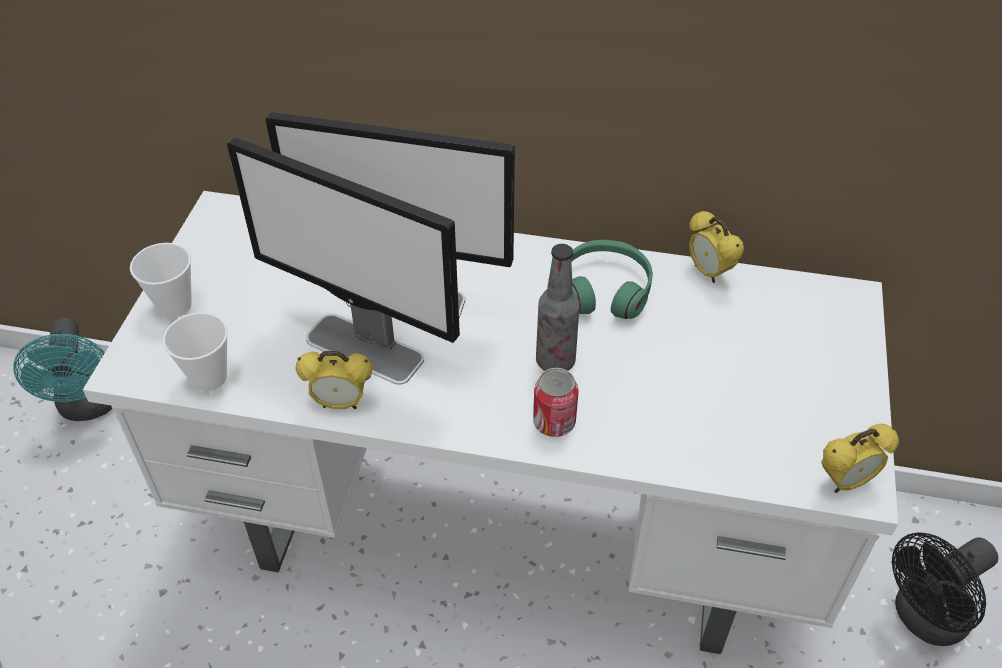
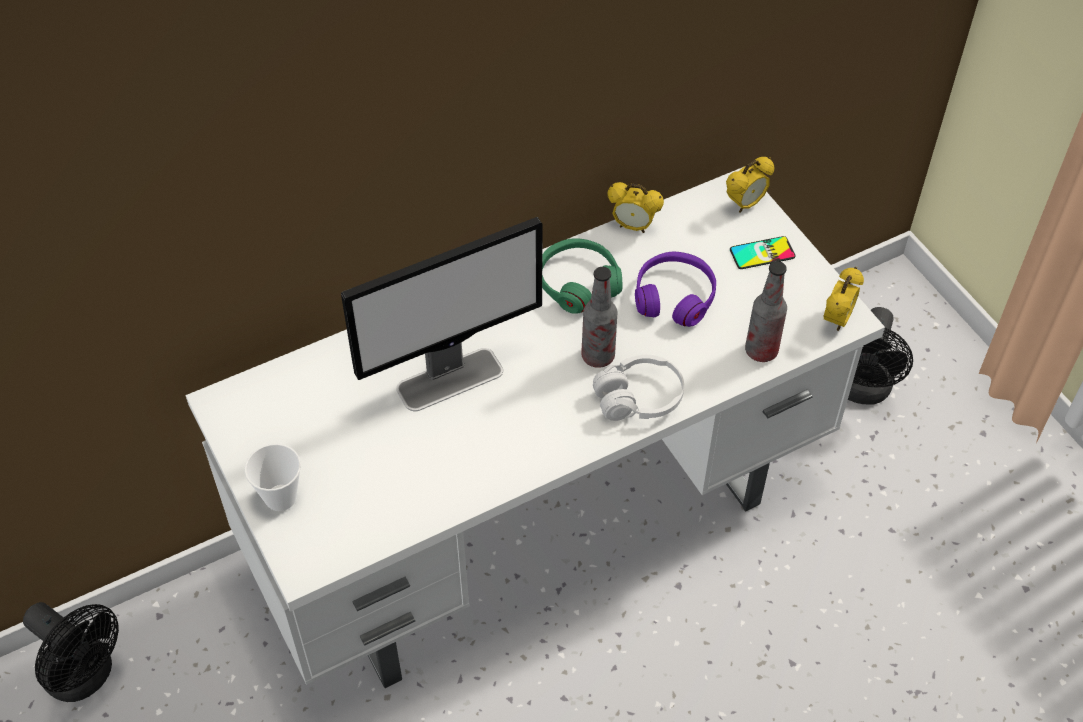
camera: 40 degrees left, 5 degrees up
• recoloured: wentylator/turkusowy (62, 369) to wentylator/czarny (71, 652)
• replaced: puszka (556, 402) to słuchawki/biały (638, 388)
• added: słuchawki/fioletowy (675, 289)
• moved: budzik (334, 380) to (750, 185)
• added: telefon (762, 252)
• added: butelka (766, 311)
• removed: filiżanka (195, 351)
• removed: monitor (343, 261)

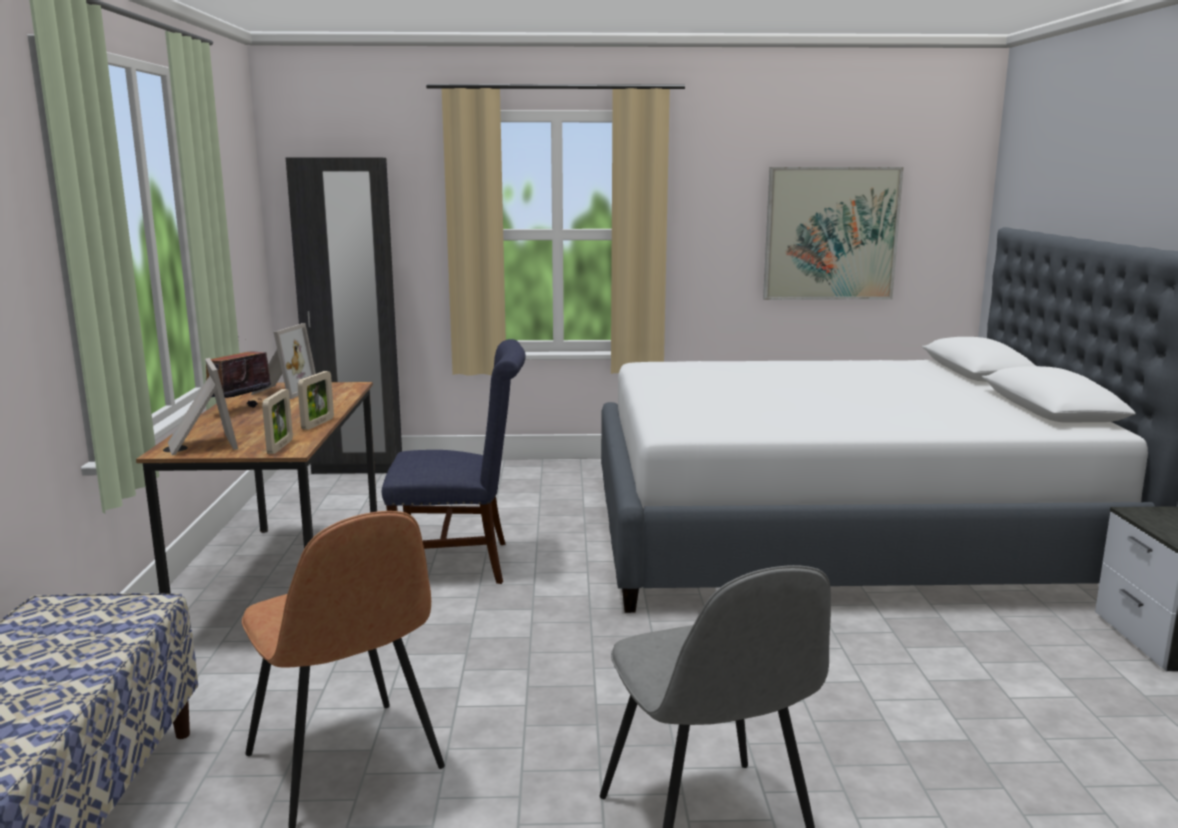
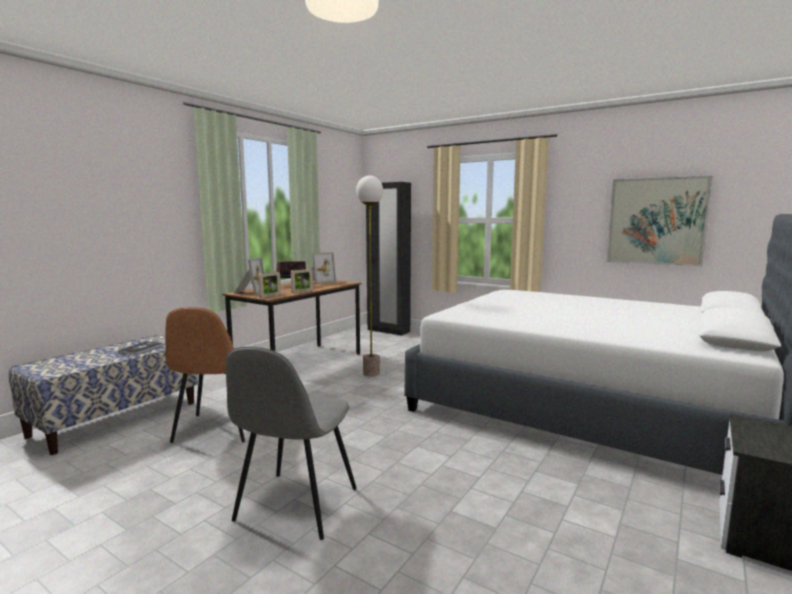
camera: 35 degrees right, 5 degrees down
• added: książka (141, 348)
• replaced: krzesło/niebieski (454, 461) to lampa stojąca (369, 275)

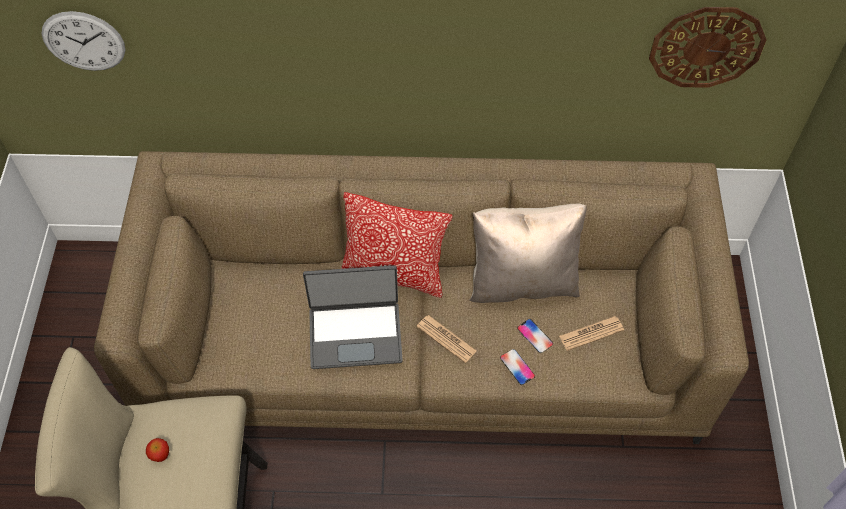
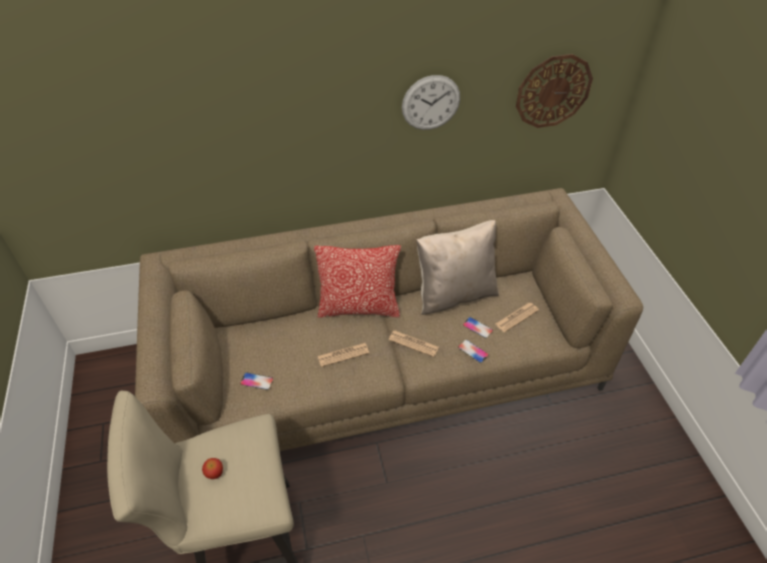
camera: 15 degrees left, 10 degrees down
• added: telefon (256, 381)
• replaced: laptop (353, 317) to gazeta (343, 355)
• moved: zegar ścienny (83, 41) to (431, 102)

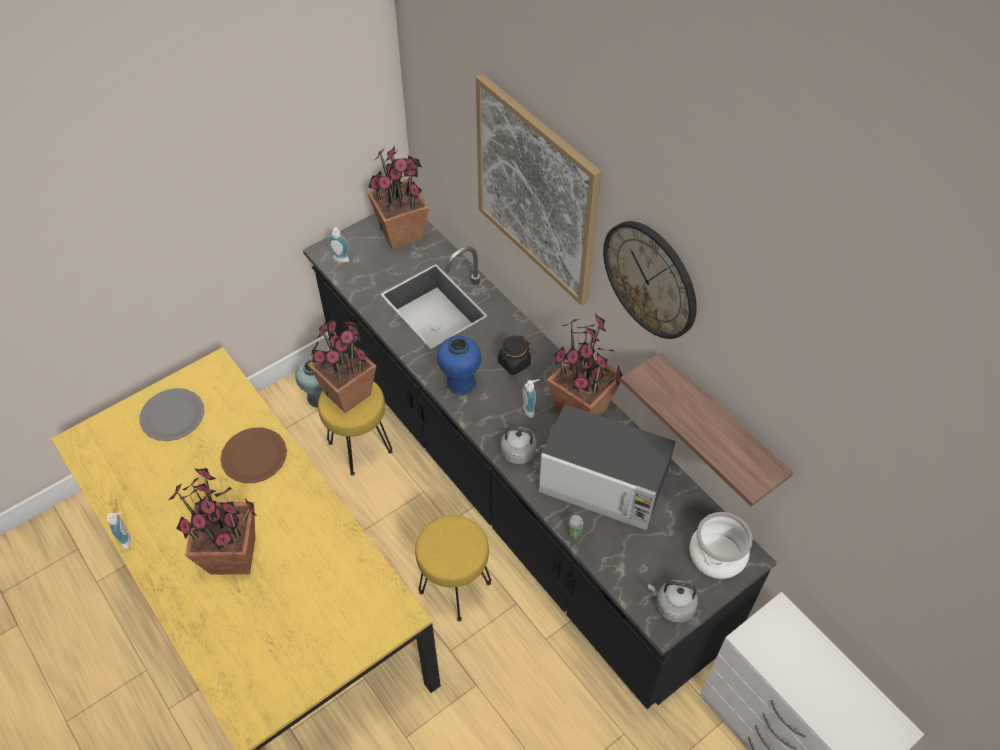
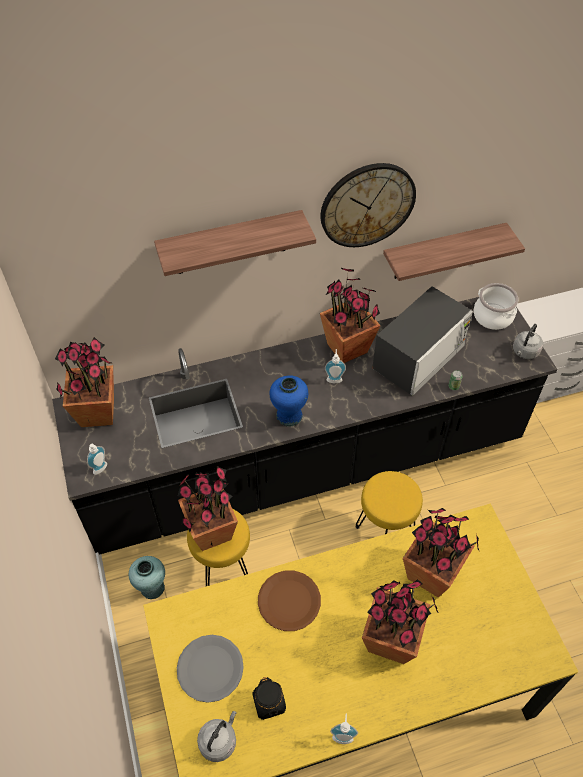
camera: 70 degrees left, 0 degrees up
• replaced: obraz (539, 190) to półka (235, 243)
• moved: czajnik/szary (523, 445) to (217, 736)
• moved: słoik/czarny (514, 355) to (269, 698)
• added: roślina doniczkowa (441, 552)

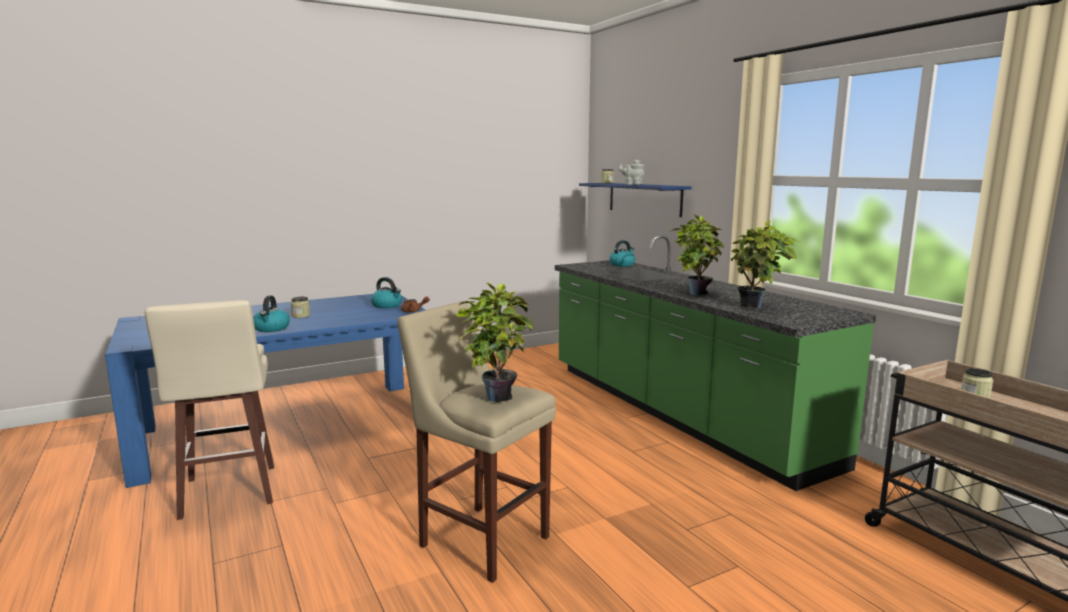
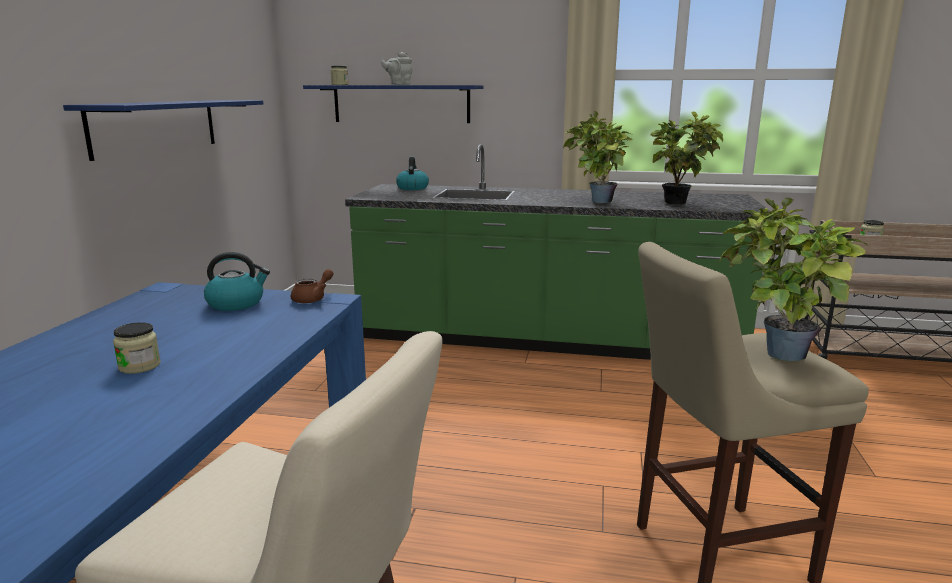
camera: 50 degrees left, 5 degrees up
• added: półka/niebieski (163, 130)
• removed: czajnik (271, 314)

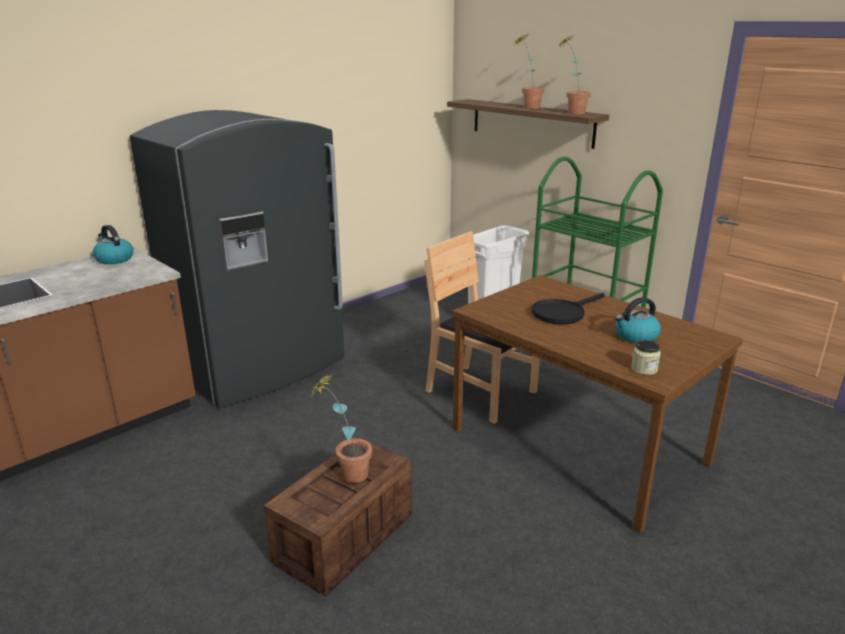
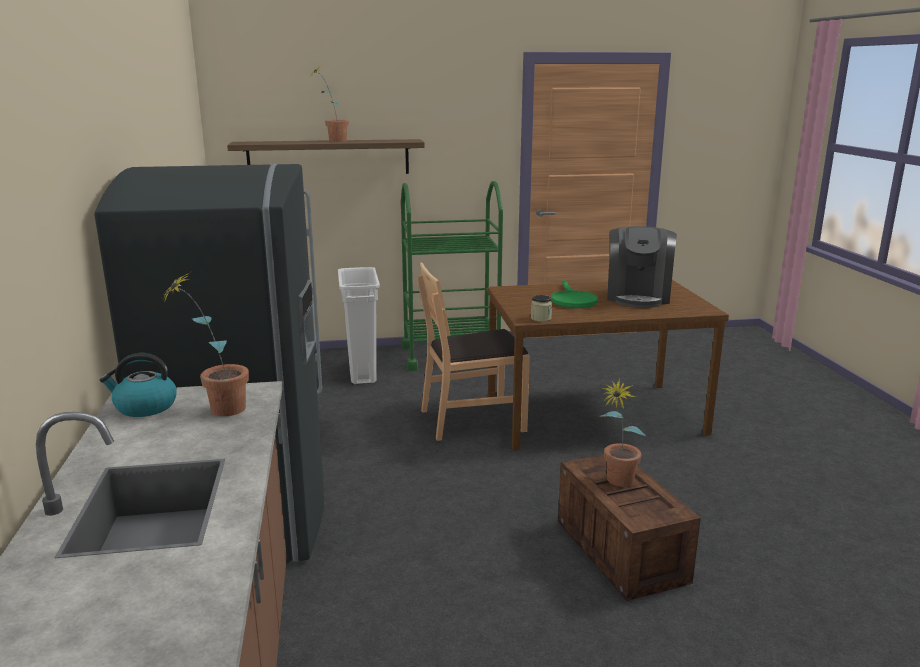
camera: 55 degrees left, 5 degrees down
• moved: roślina doniczkowa (575, 75) to (204, 343)
• moved: słoik (646, 357) to (541, 308)
• recoloured: patelnia/czarny (568, 308) to patelnia/zielony (574, 294)
• replaced: czajnik (638, 320) to ekspres do kawy (642, 267)

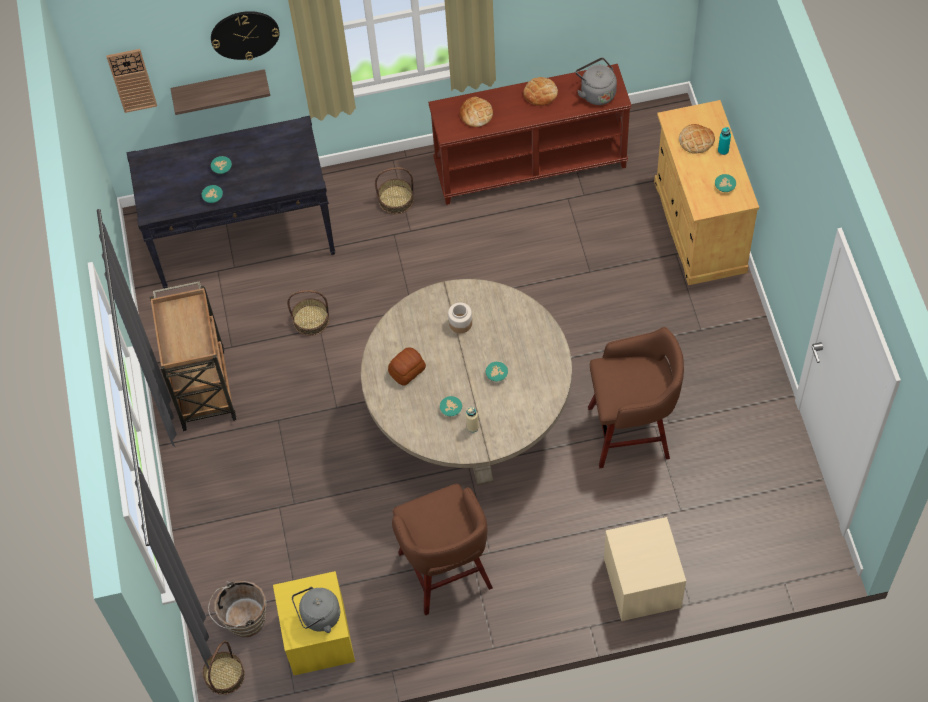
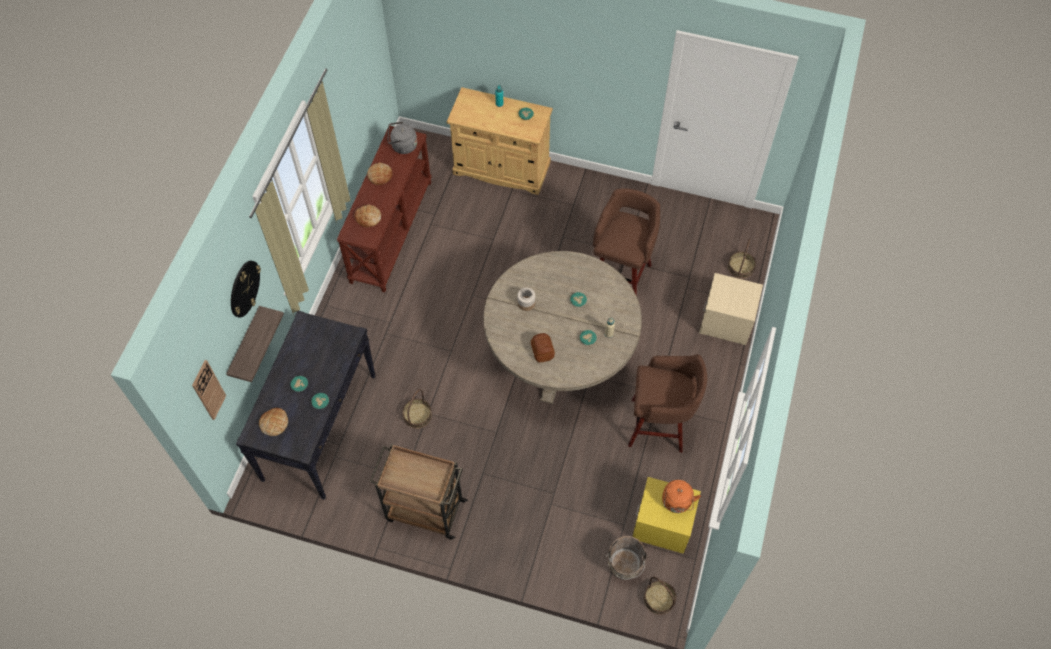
camera: 65 degrees left, 0 degrees up
• moved: chleb (697, 139) to (273, 422)
• recoloured: czajnik/szary (316, 610) to czajnik/pomarańczowy (681, 496)
• moved: koszyk (394, 190) to (742, 259)

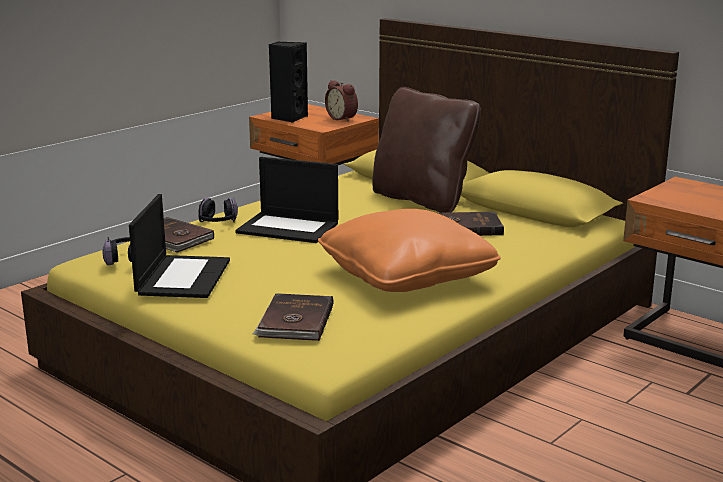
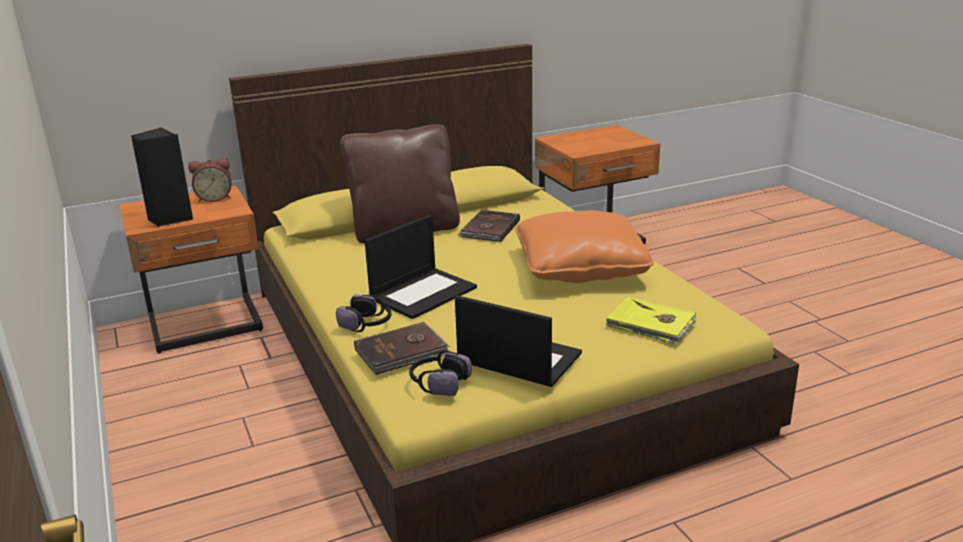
camera: 65 degrees left, 5 degrees up
• recoloured: książka/brązowy (293, 317) to książka/żółty (651, 320)

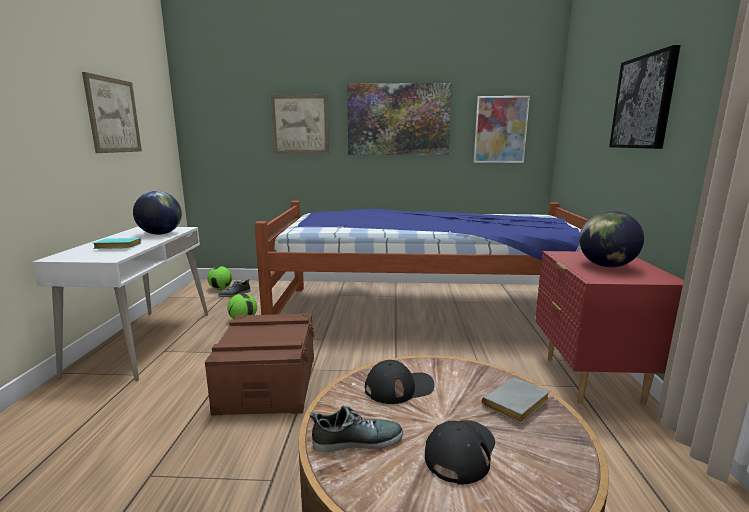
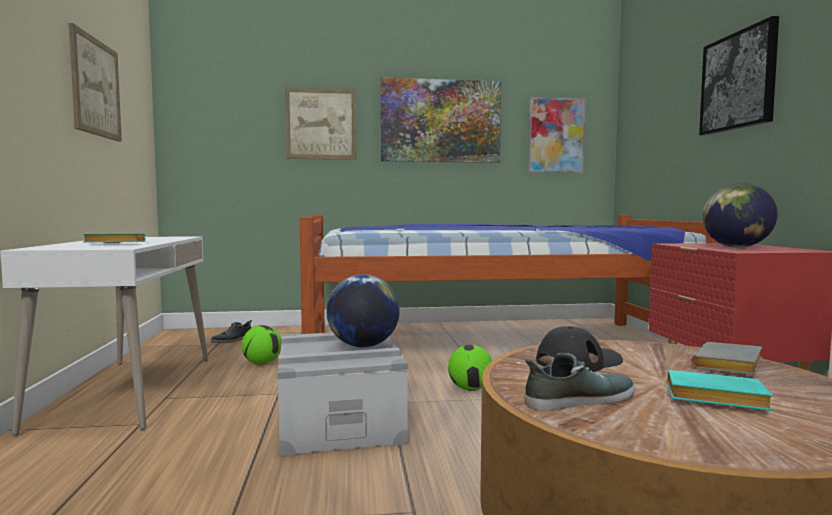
camera: 10 degrees left, 10 degrees down
• recoloured: pojemnik do przechowywania/brązowy (259, 364) to pojemnik do przechowywania/szary (343, 394)
• moved: globus (157, 213) to (363, 310)
• moved: piłka futbolowa (219, 278) to (470, 368)
• replaced: czapka z daszkiem/czarny (460, 452) to książka/turkusowy (720, 390)

